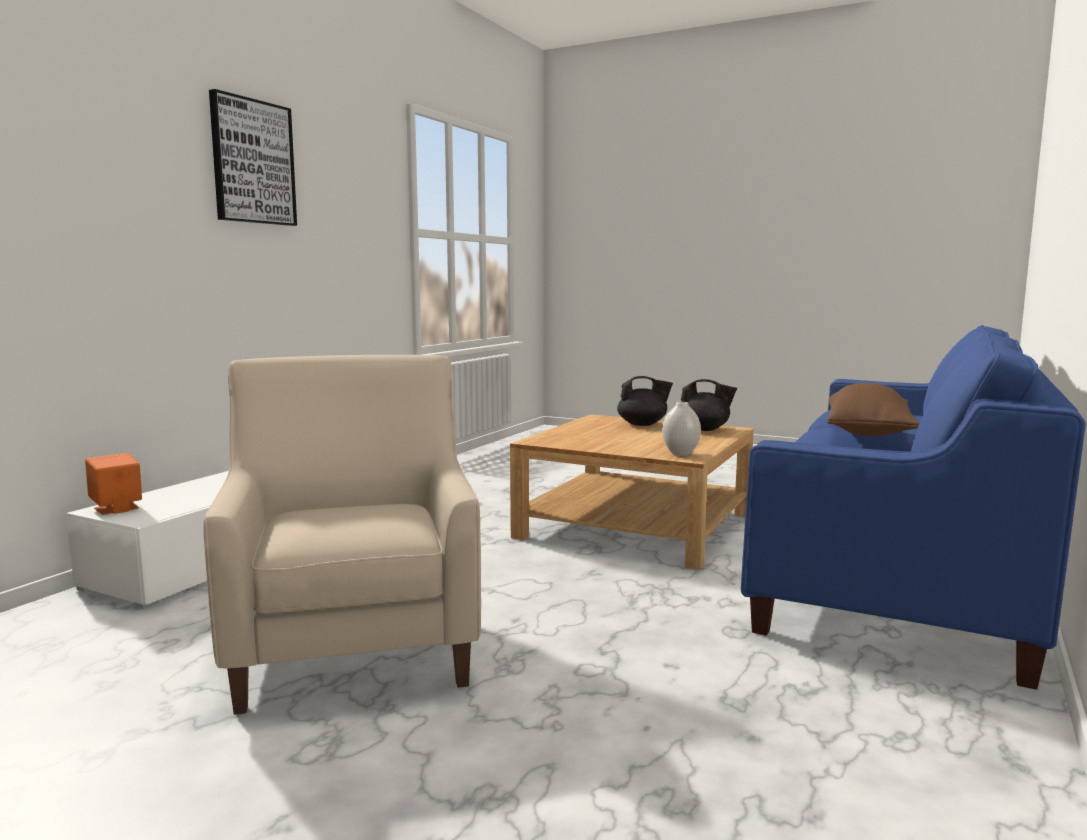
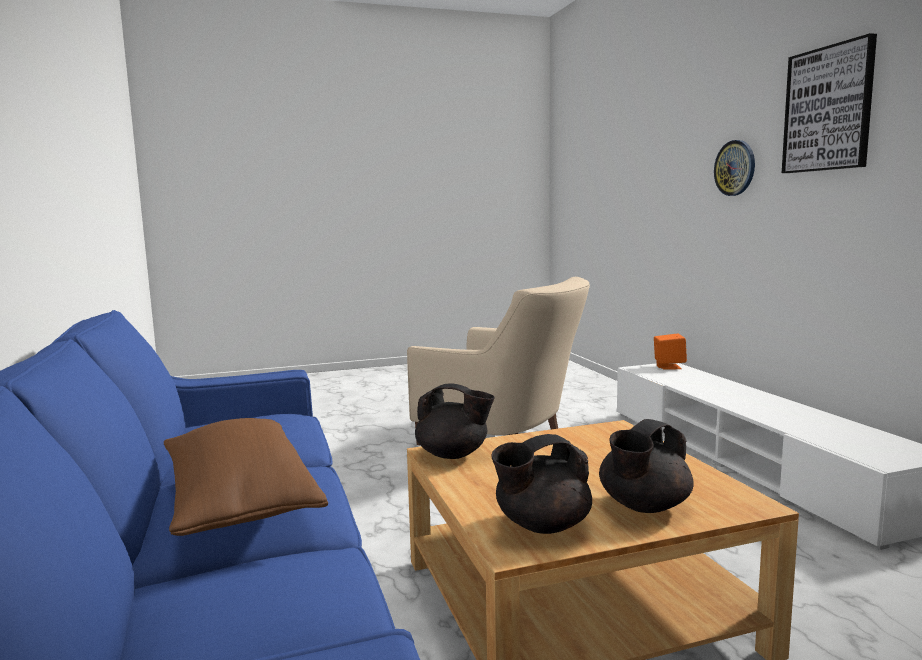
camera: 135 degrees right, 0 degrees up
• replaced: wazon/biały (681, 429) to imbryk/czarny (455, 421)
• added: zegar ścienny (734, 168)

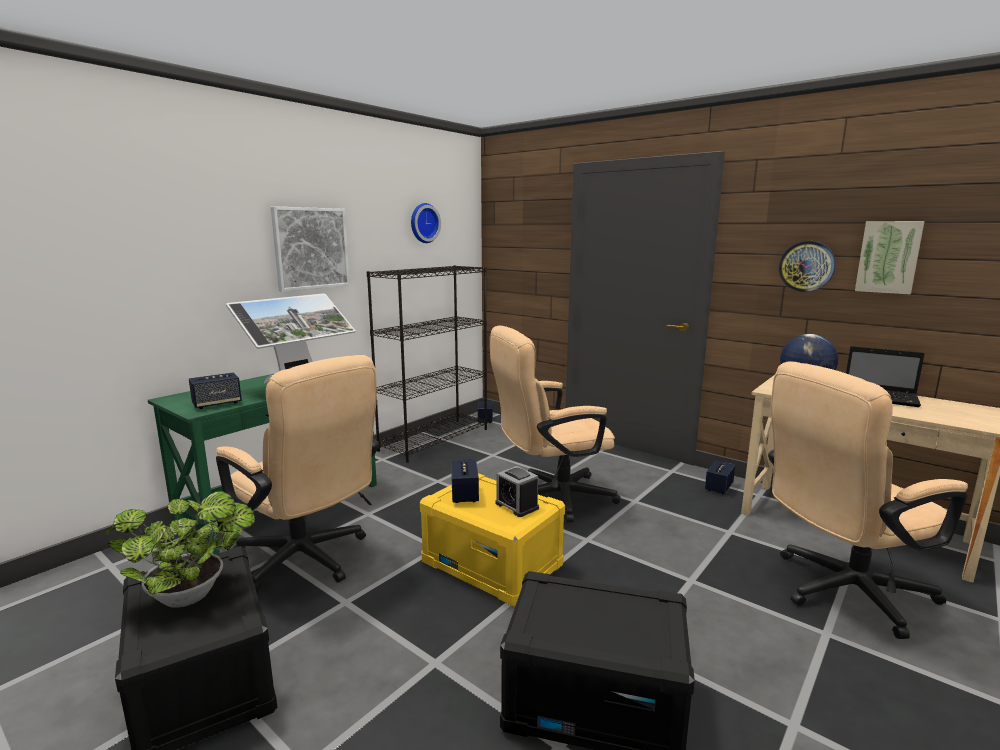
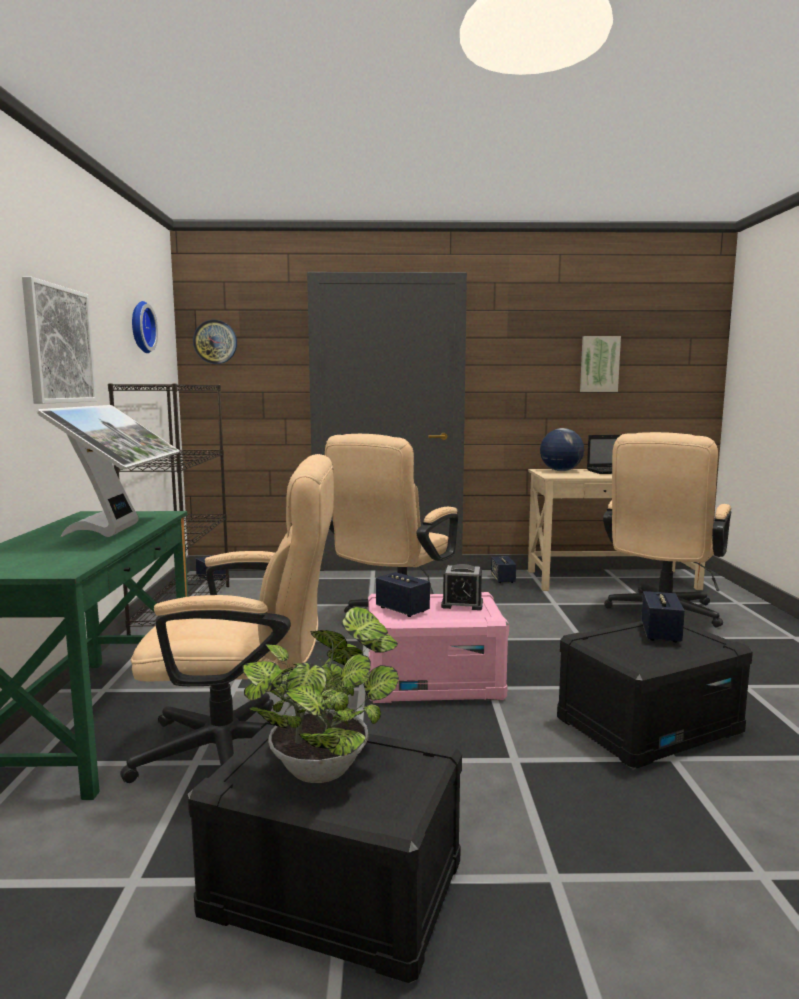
camera: 40 degrees left, 5 degrees down
• moved: zegar ścienny (807, 266) to (215, 342)
• recoloured: pojemnik do przechowywania/żółty (492, 540) to pojemnik do przechowywania/różowy (438, 647)
• moved: głośnik (215, 391) to (663, 617)

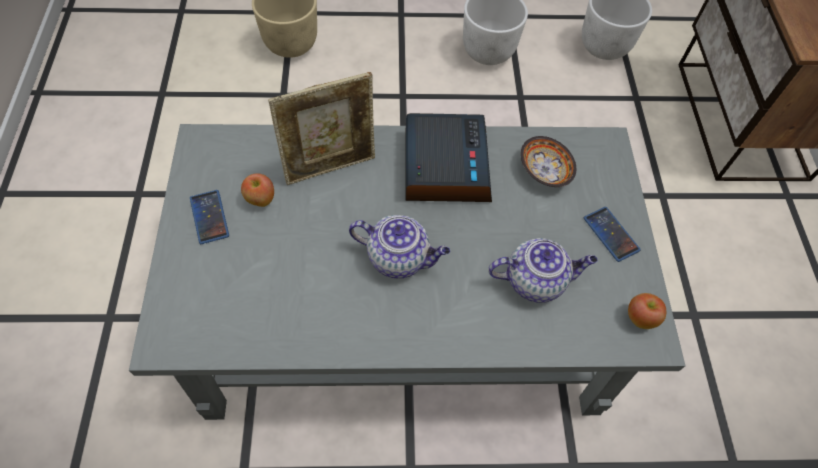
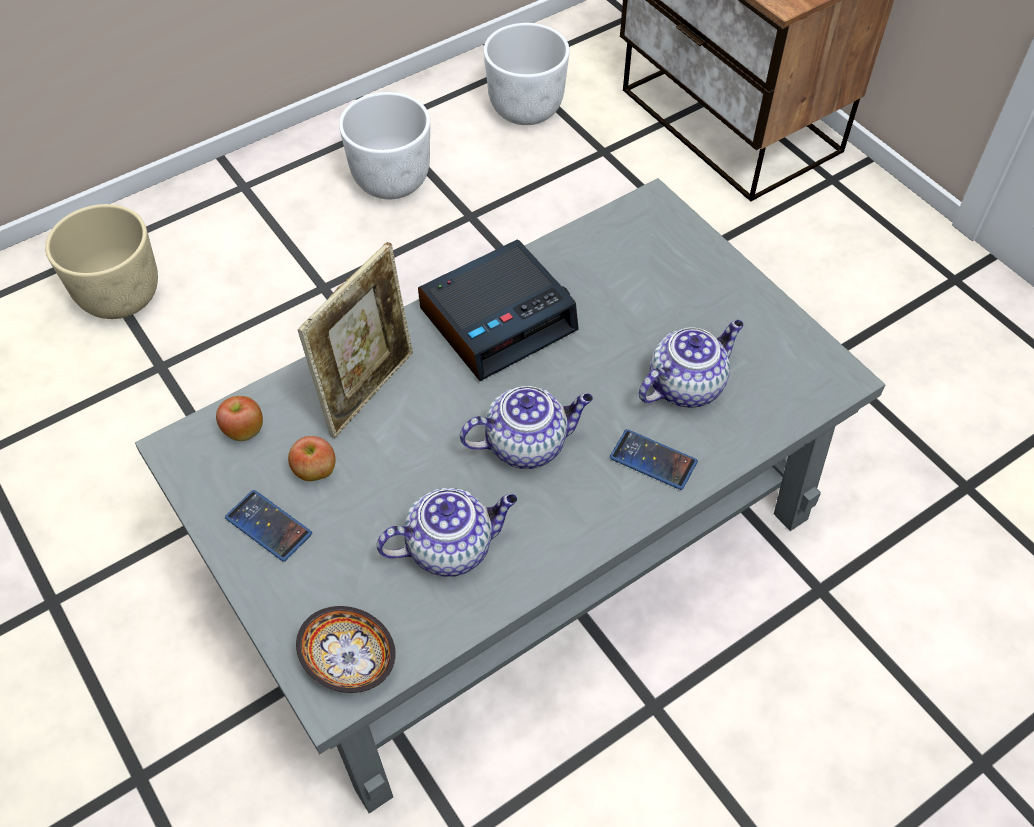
camera: 30 degrees left, 5 degrees down
• moved: jabłko (647, 311) to (239, 418)
• moved: miska (548, 161) to (346, 649)
• added: imbryk (447, 532)
• turned: budzik (449, 157) = (498, 310) 90 degrees clockwise
• moved: telefon (612, 234) to (654, 459)

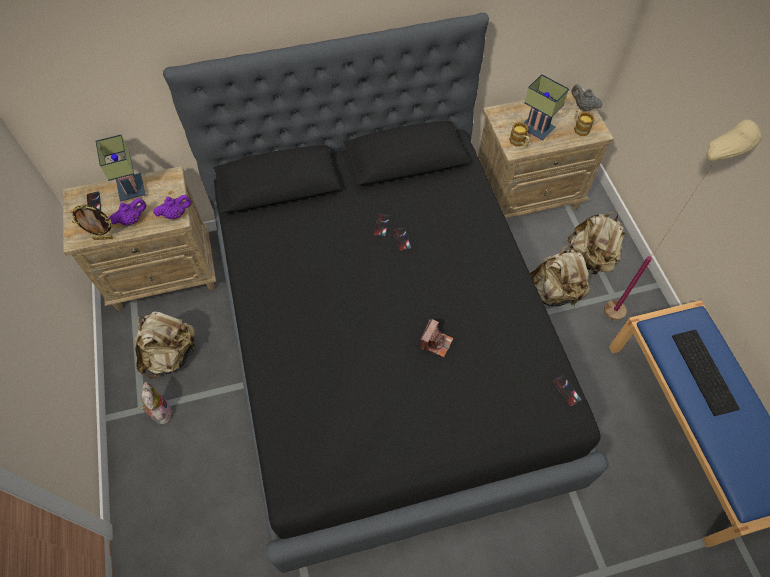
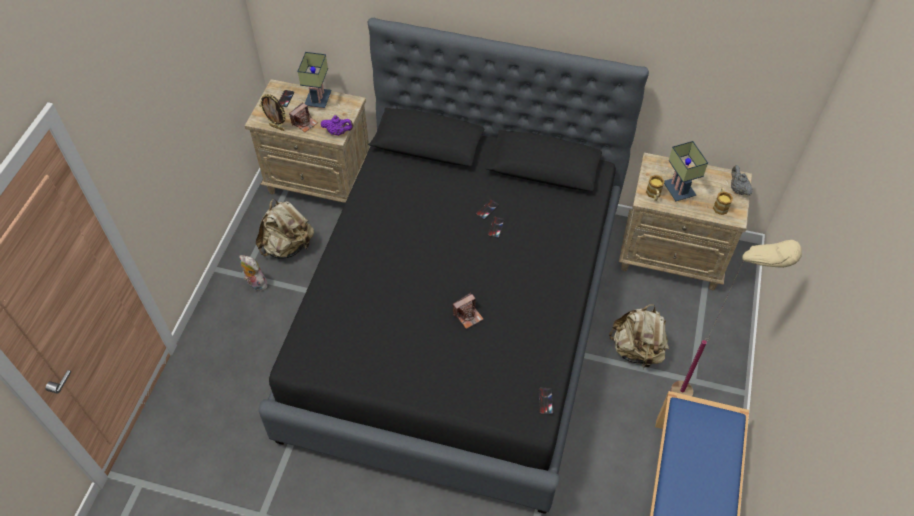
camera: 30 degrees right, 5 degrees down
• turned: pluszak (157, 403) = (253, 273) 60 degrees counterclockwise
• replaced: imbryk/fioletowy (127, 212) to aparat fotograficzny (303, 117)
• removed: plecak/beżowy (596, 243)
• removed: klawiatura (706, 373)

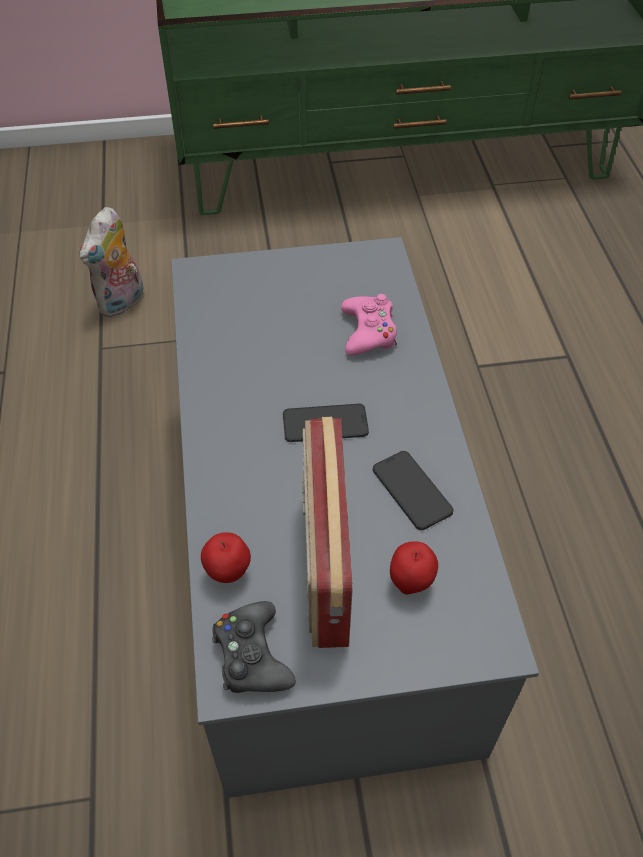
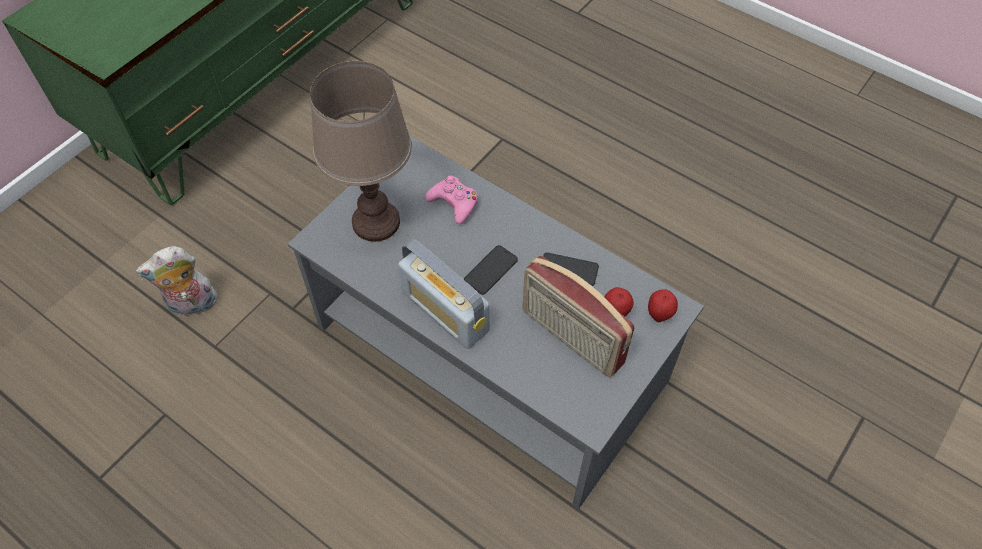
camera: 45 degrees left, 5 degrees up
• turned: pluszak (112, 262) = (176, 281) 90 degrees clockwise
• added: lampa stołowa/brązowy (361, 151)
• added: radio (444, 294)
• moved: jabłko (226, 557) to (663, 305)
• removed: pad do gier/czarny (254, 647)

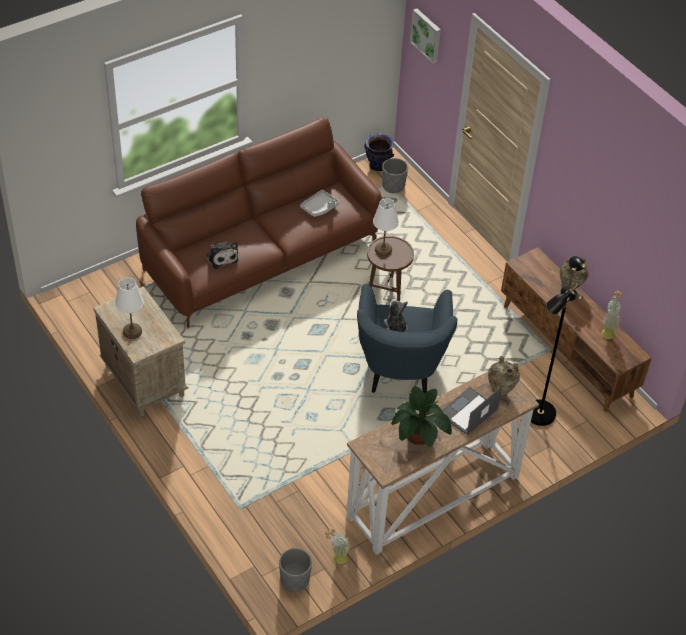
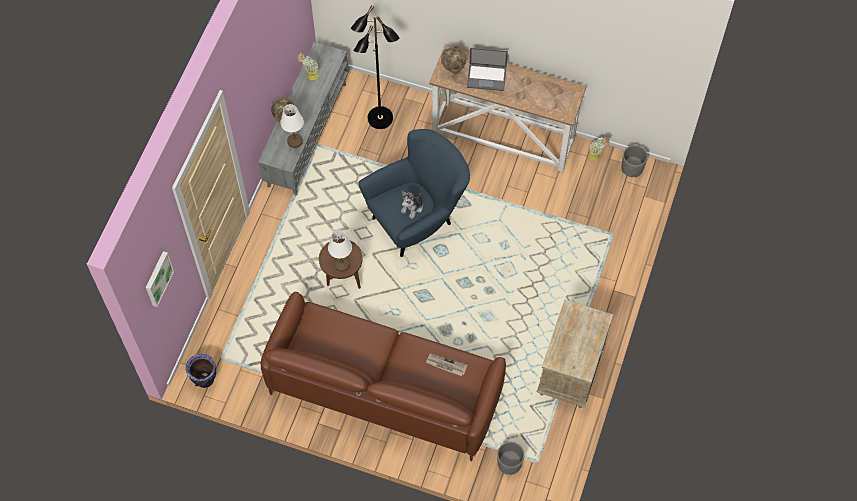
camera: 125 degrees left, 15 degrees up
• recoloured: szafka pod telewizor/brązowy (576, 329) to szafka pod telewizor/szary (303, 118)
• moved: lampa stołowa/biały (129, 308) to (292, 126)
• replaced: pluszak (223, 255) to gazeta (446, 365)
• moved: donica/szary (395, 175) to (511, 458)
• removed: taca/szary (319, 203)
• removed: roślina doniczkowa (421, 416)

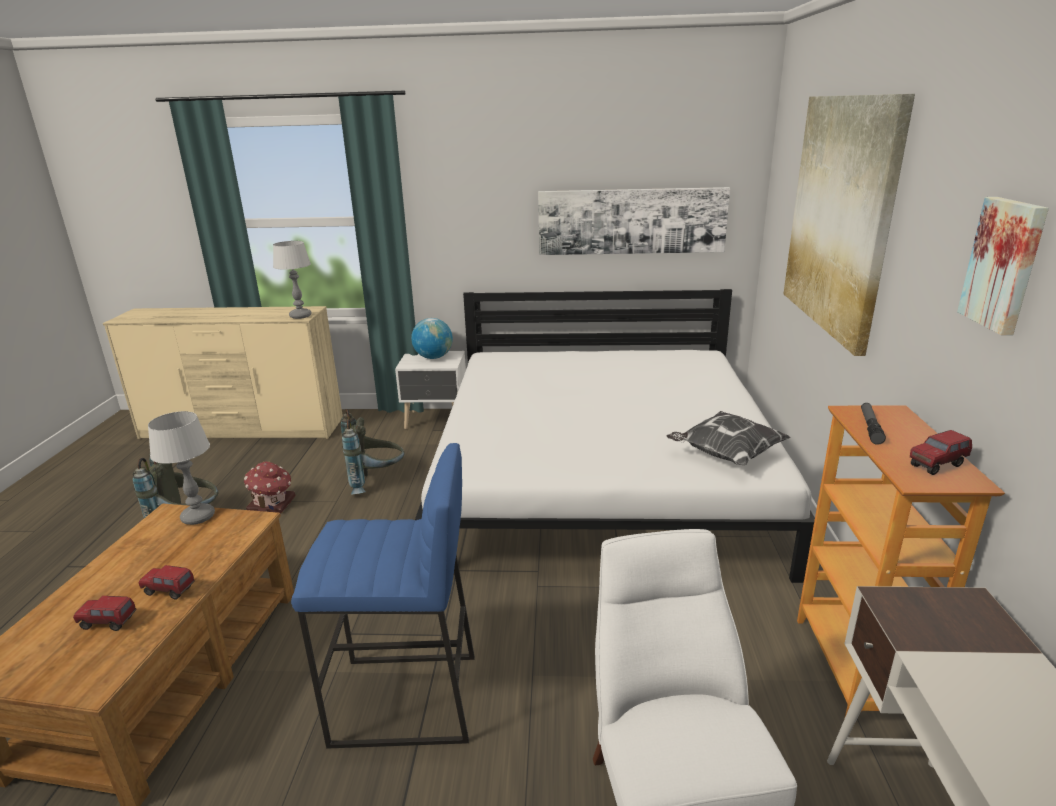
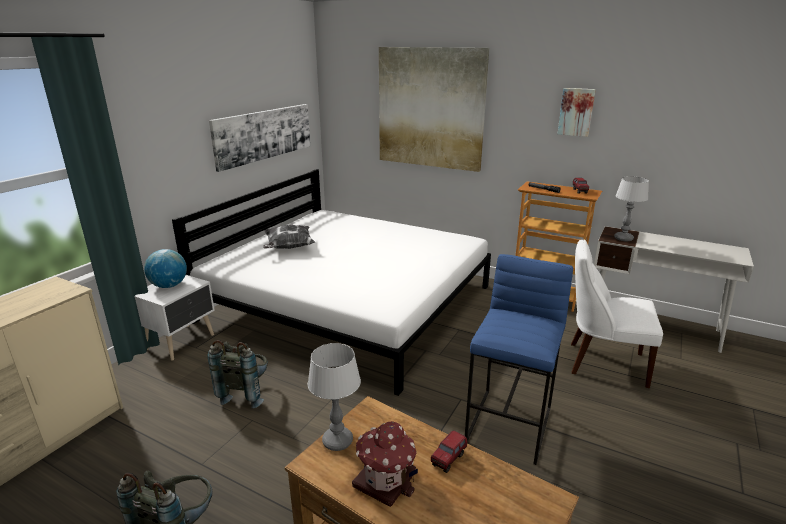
camera: 65 degrees left, 0 degrees up
• moved: poduszka (728, 438) to (289, 237)
• moved: domek (269, 487) to (385, 464)
• moved: lampa stołowa (292, 280) to (631, 208)
• removed: ciężarówka zabawkowa (105, 613)

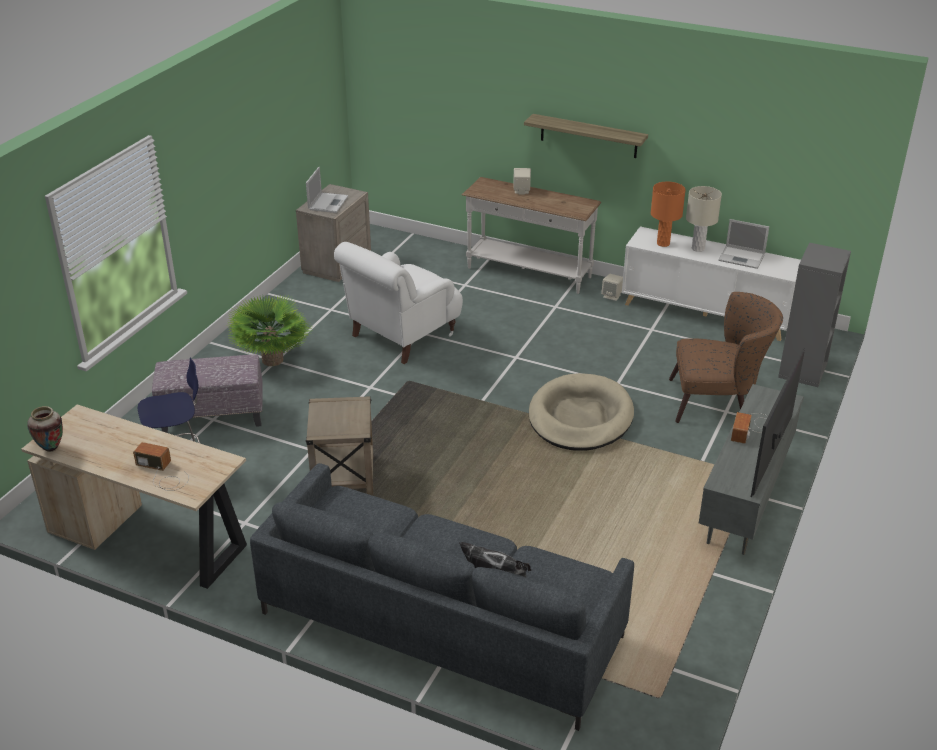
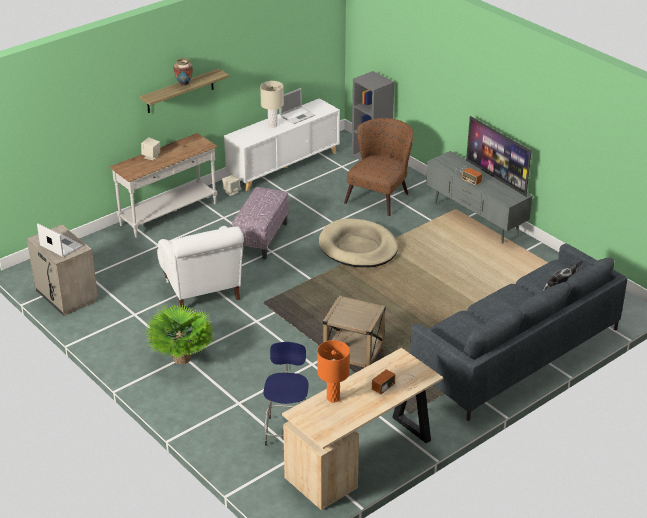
camera: 65 degrees left, 0 degrees up
• moved: wazon (45, 429) to (183, 72)
• moved: pufa (207, 394) to (260, 223)
• moved: lampa stołowa/pomarańczowy (668, 214) to (333, 371)

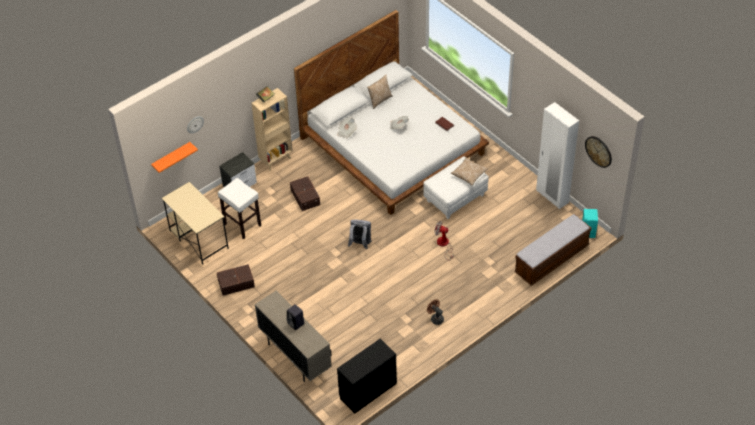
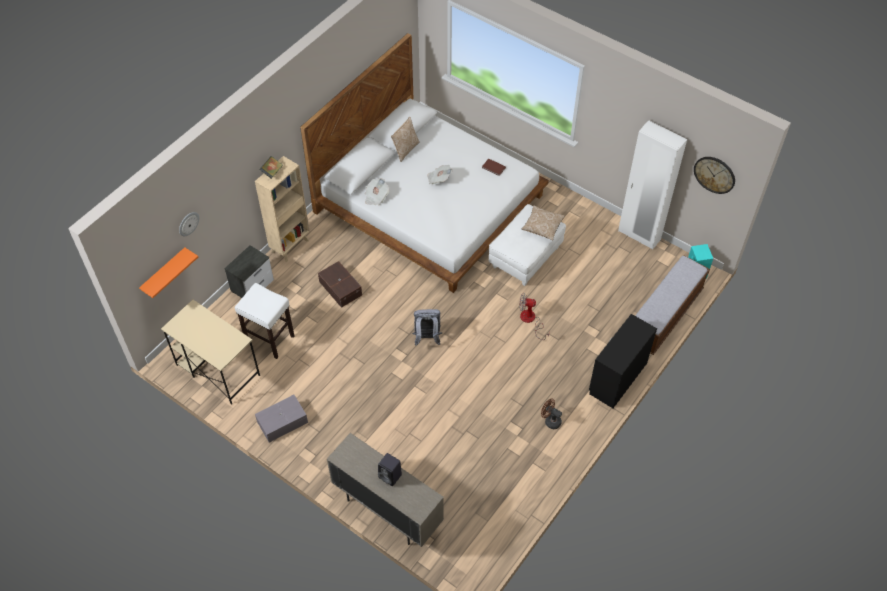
camera: 15 degrees left, 5 degrees up
• recoloured: pojemnik do przechowywania/brązowy (236, 279) to pojemnik do przechowywania/szary (281, 418)
• moved: komoda/czarny (367, 376) to (623, 361)

